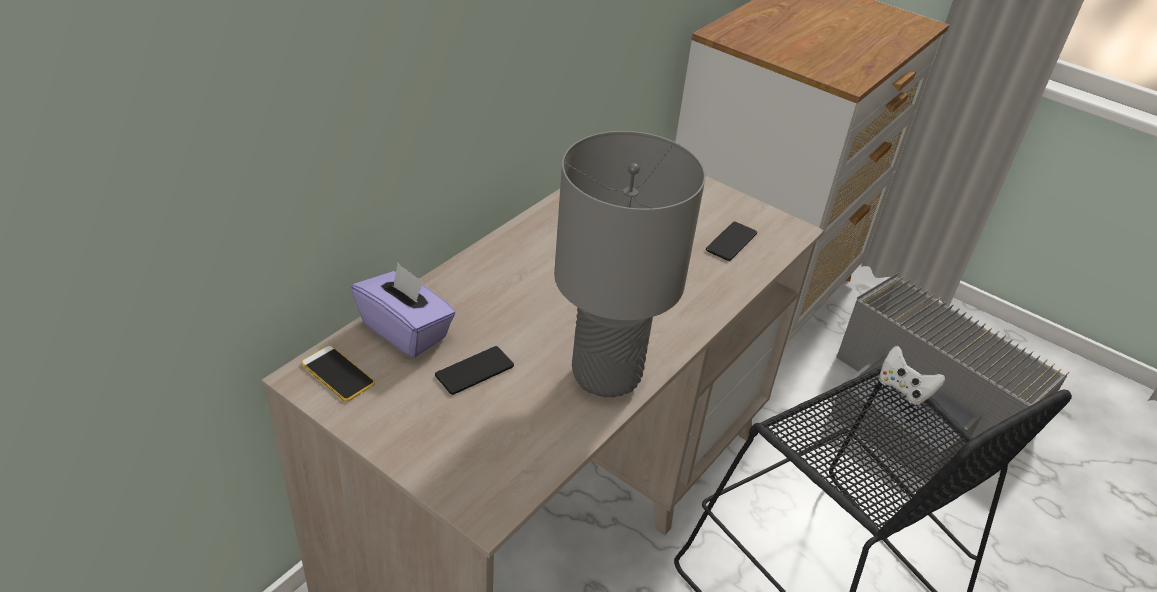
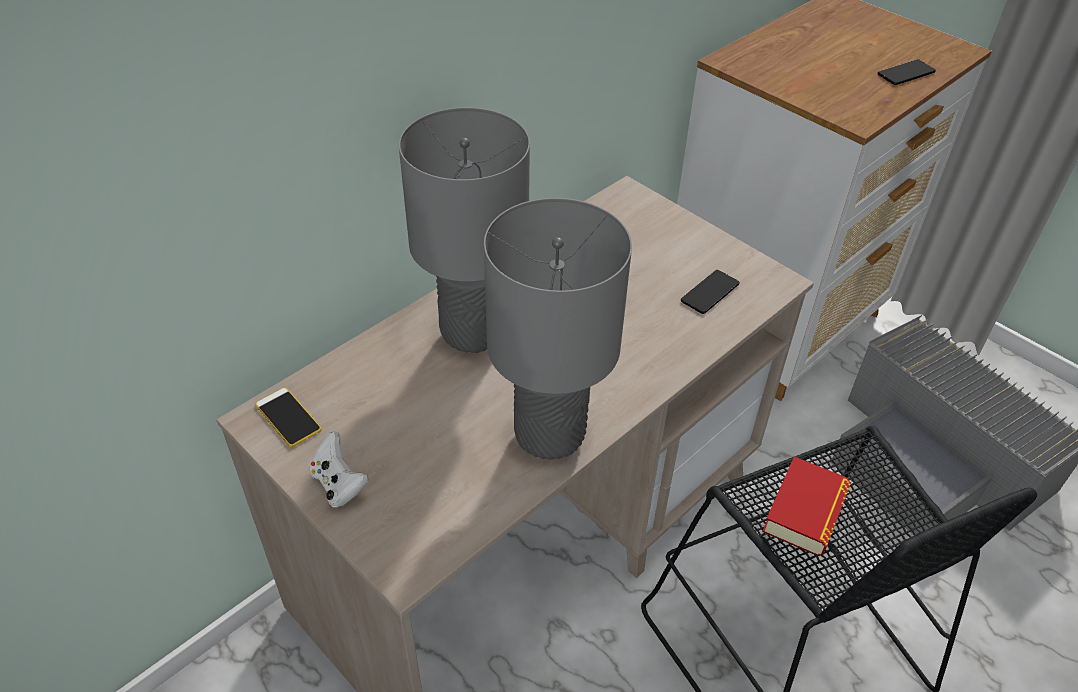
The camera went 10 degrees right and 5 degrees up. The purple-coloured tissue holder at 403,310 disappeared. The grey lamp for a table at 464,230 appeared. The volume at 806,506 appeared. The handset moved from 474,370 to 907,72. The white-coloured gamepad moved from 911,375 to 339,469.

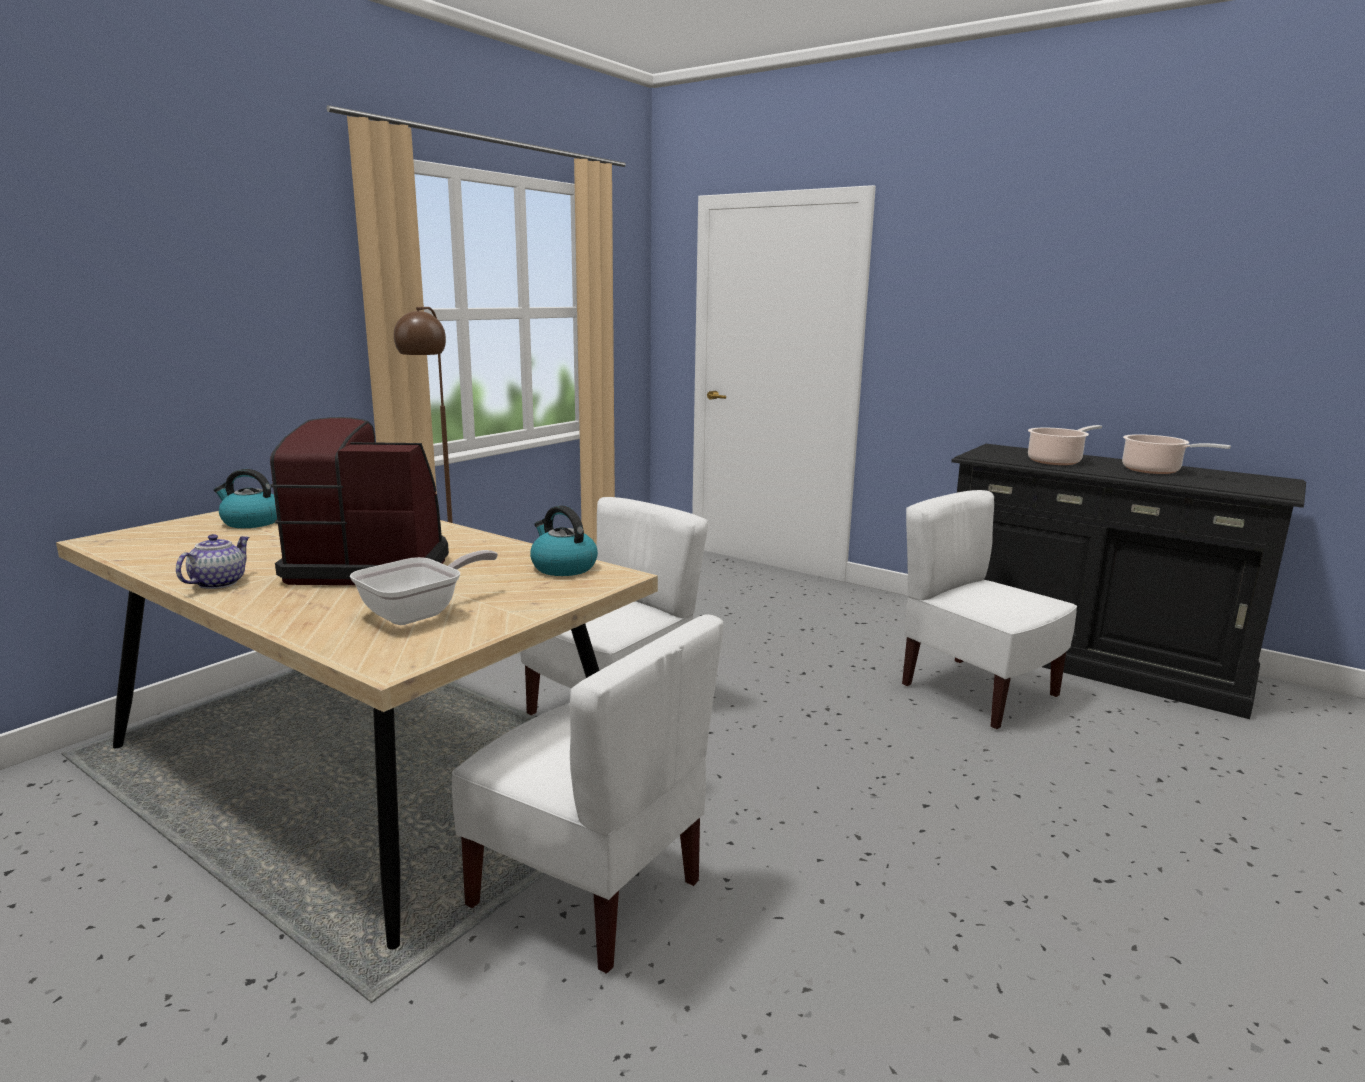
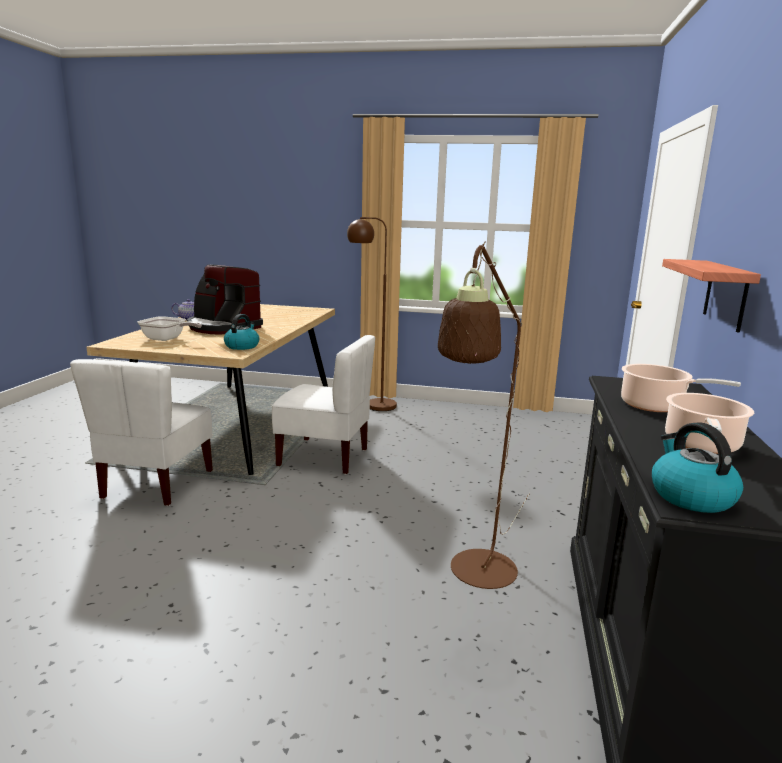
The camera went 65 degrees right and 0 degrees up. The shelf at 711,296 appeared. The water kettle moved from 245,498 to 697,467. The white-coloured upright chair at 989,610 was replaced by the brownish floor lamp at 484,415. The coffee maker at 359,501 turned 150 degrees clockwise.

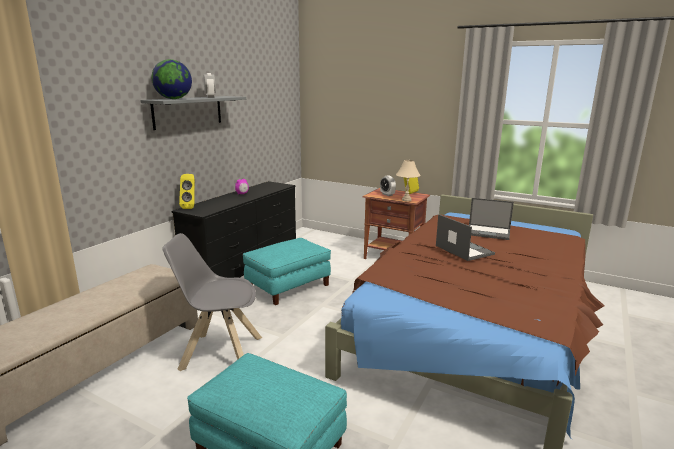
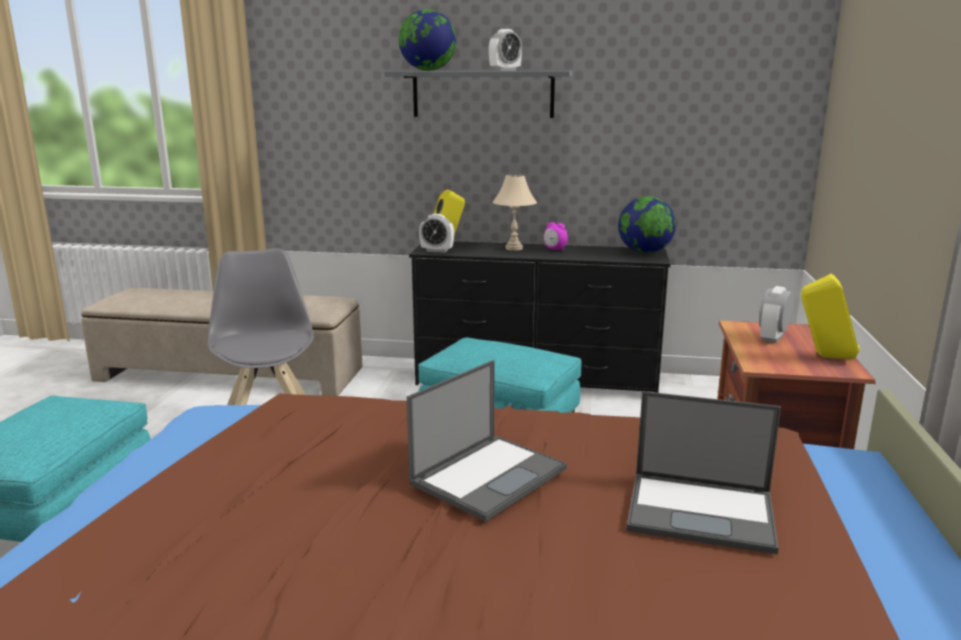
The camera went 70 degrees right and 0 degrees up. The alarm clock at 436,233 appeared. The desk globe at 647,224 appeared. The beige-coloured lamp for a table moved from 408,180 to 515,213. The notebook computer at 491,219 turned 75 degrees counterclockwise.

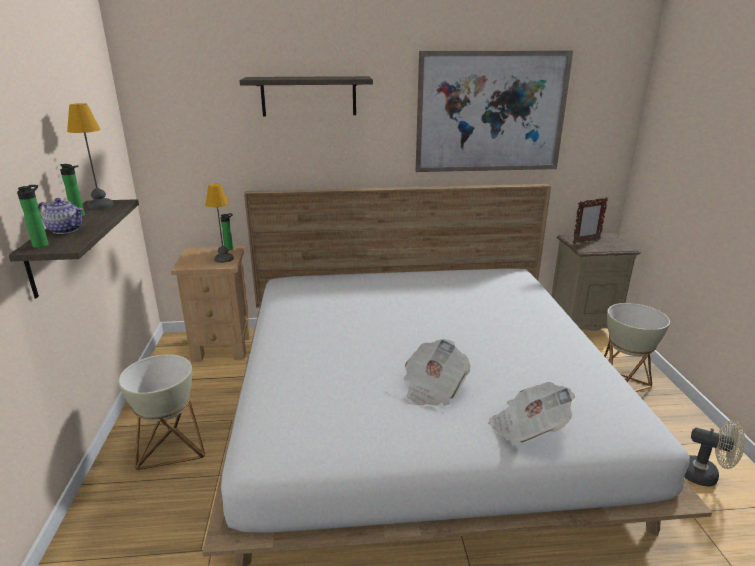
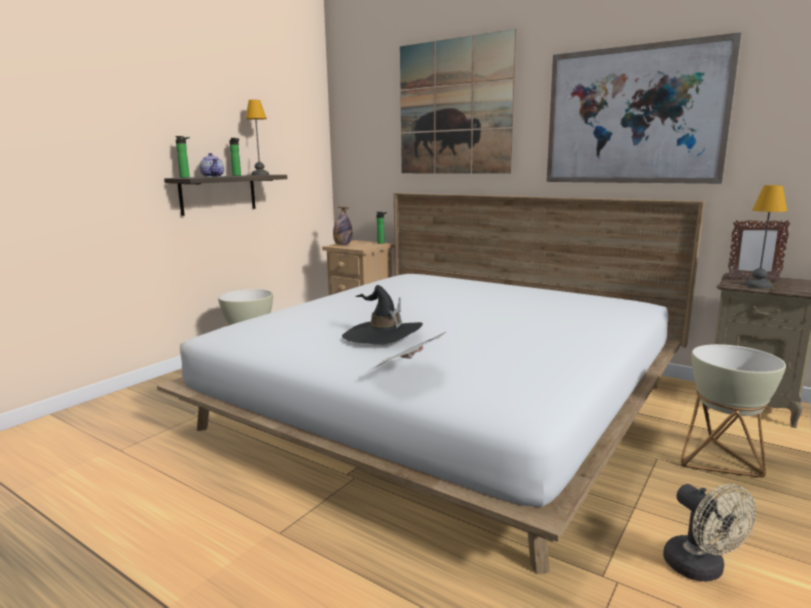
The camera went 40 degrees right and 10 degrees down. The bottle at 342,226 appeared. The lamp for a table moved from 219,223 to 765,236. The shelf at 306,96 was replaced by the wall picture at 458,101. The daily paper at 437,372 was replaced by the black-coloured hat at 382,315.

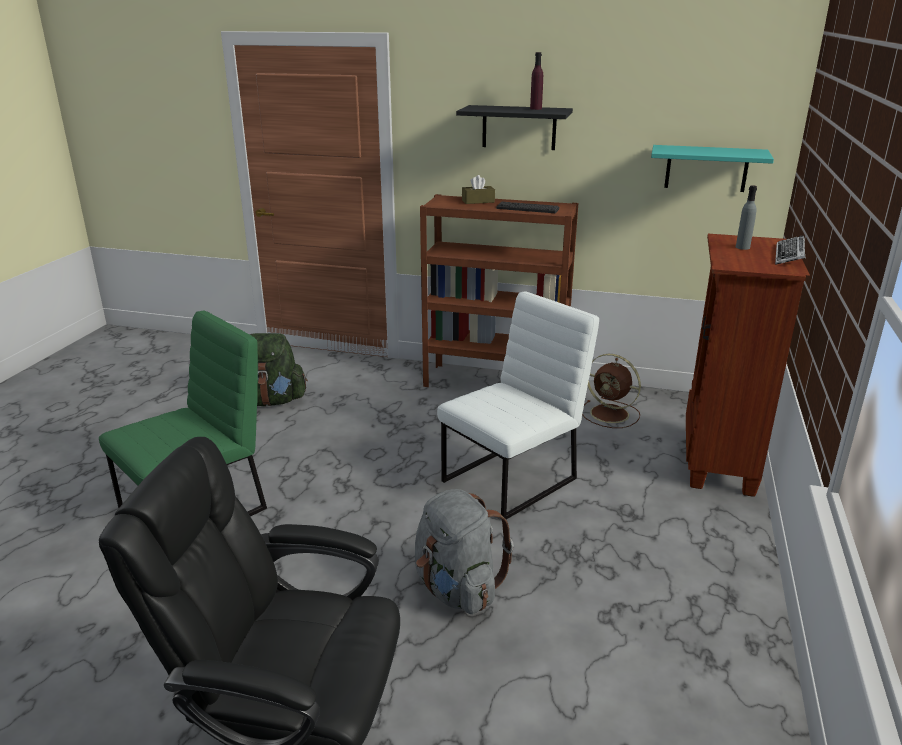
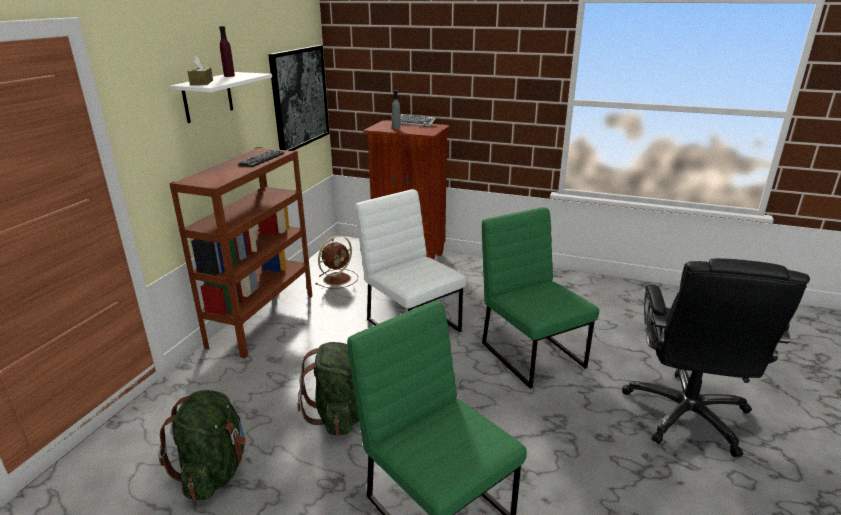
The camera went 85 degrees left and 0 degrees up. The green-coloured knapsack at 328,389 appeared. The brownish tissue holder moved from 478,189 to 200,71. The grey knapsack at 464,551 was replaced by the green-coloured upright chair at 540,298. The turquoise shelf at 712,168 was replaced by the wall picture at 299,98. The black-coloured shelf at 514,127 became the white-coloured shelf at 221,97.

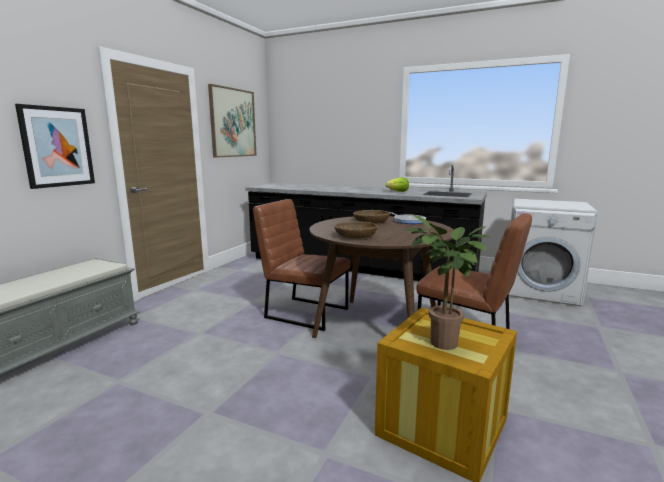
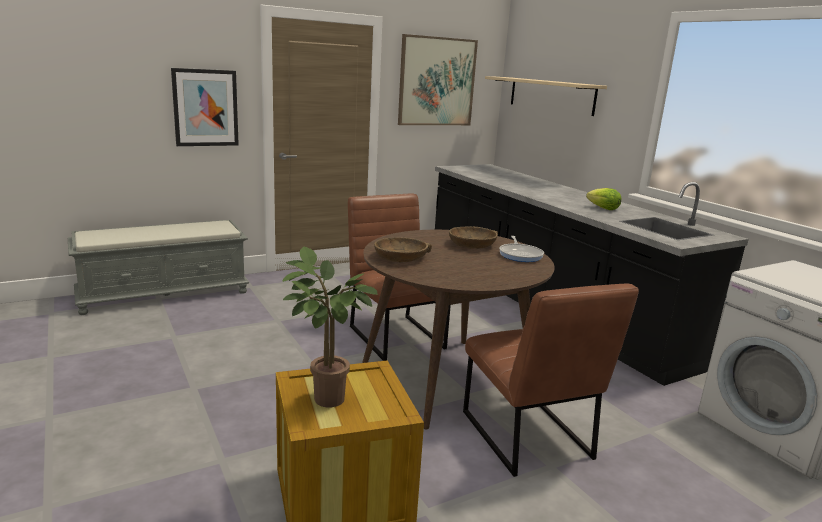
The camera went 35 degrees right and 5 degrees up. The beige-coloured shelf at 546,96 appeared.

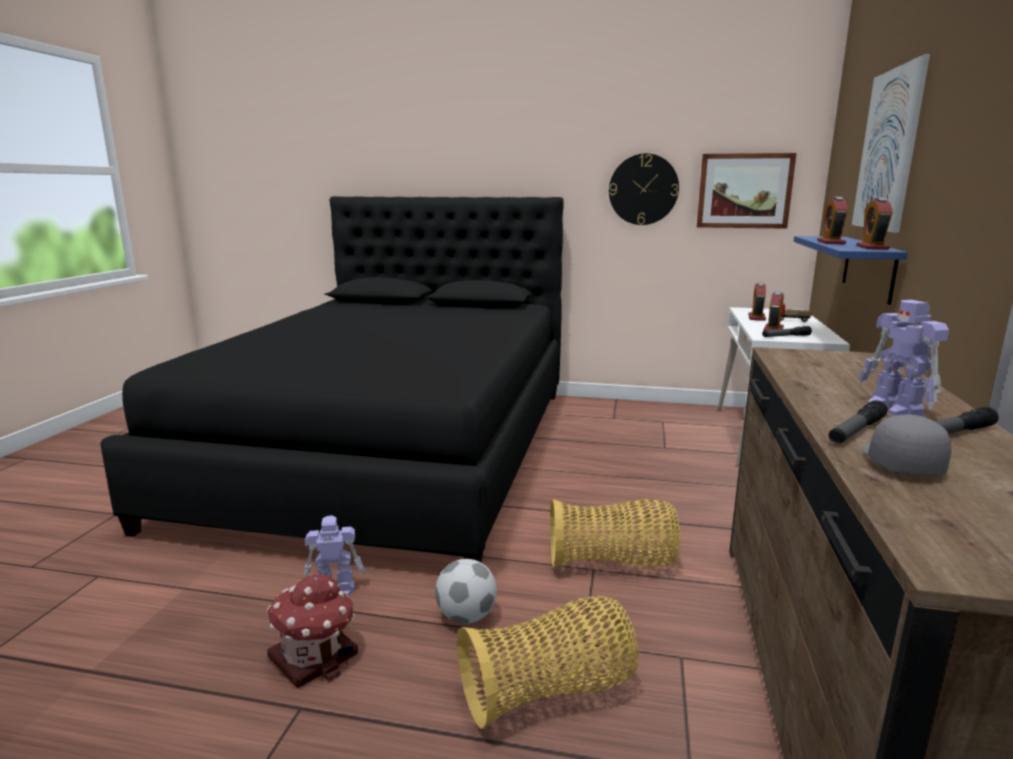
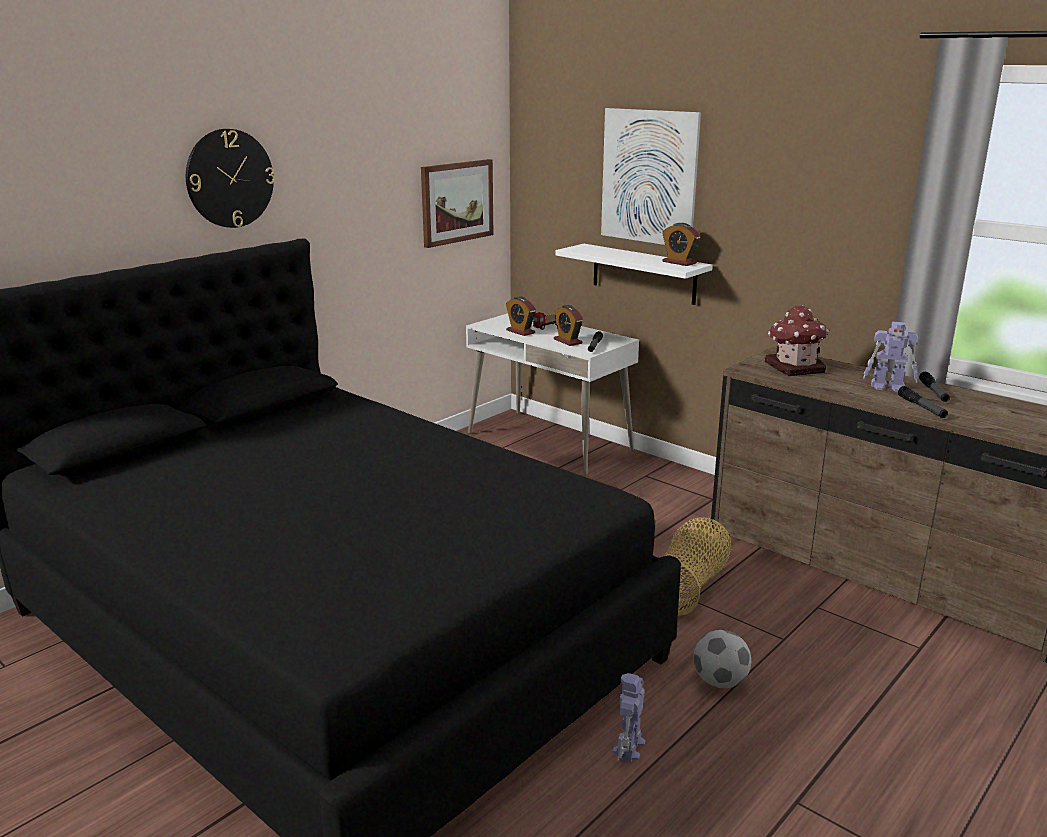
The camera went 60 degrees left and 5 degrees up. The household basket at 548,662 disappeared. The alarm clock at 832,220 disappeared. The grey baseball cap at 906,445 disappeared. The model house moved from 312,631 to 797,340. The hanging clock moved from 644,189 to 230,178. The bluish shelf at 850,270 became the white-coloured shelf at 634,274.

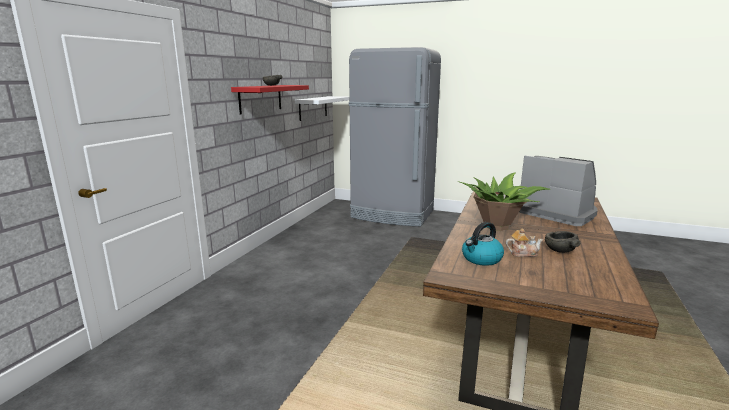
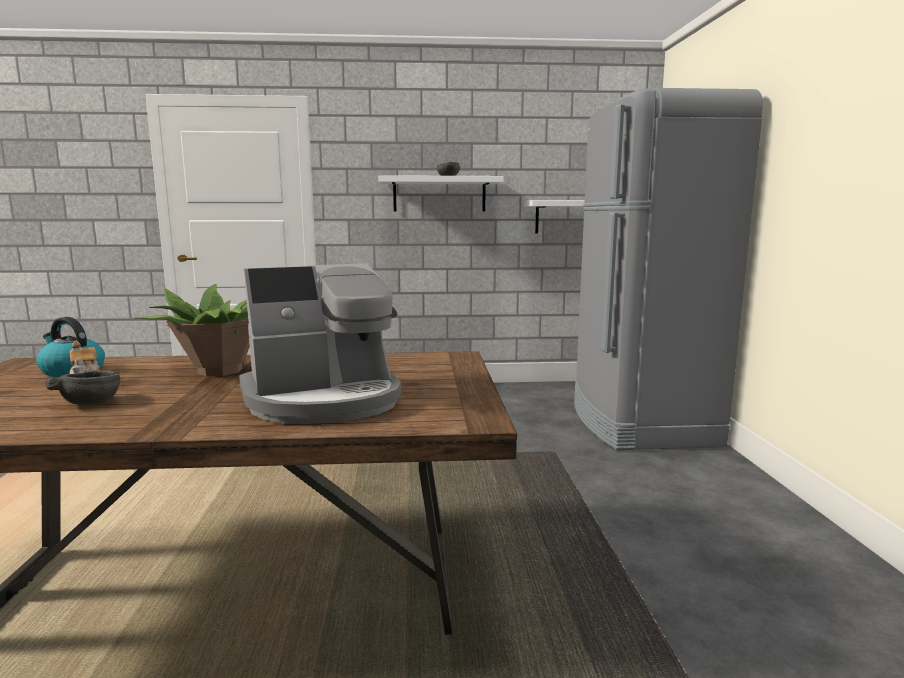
The camera went 65 degrees right and 5 degrees down. The red-coloured shelf at 270,99 became the white-coloured shelf at 441,193. The coffee maker at 558,191 turned 45 degrees clockwise.

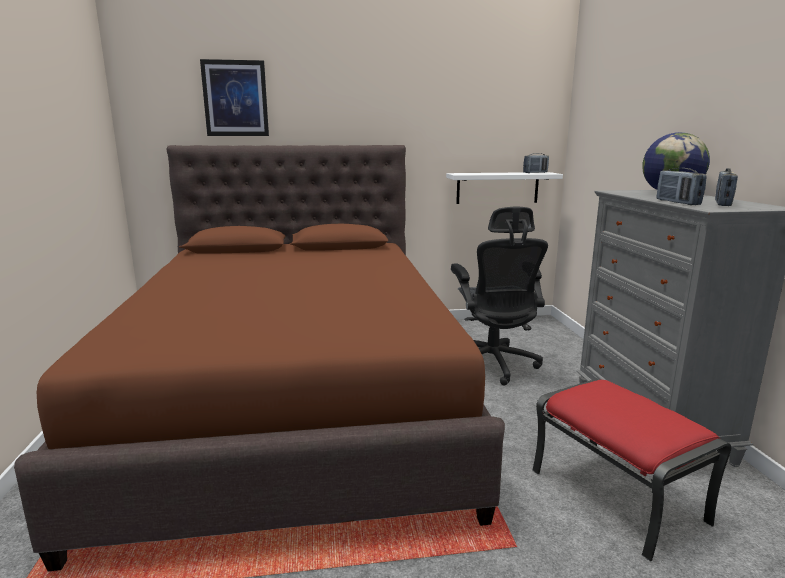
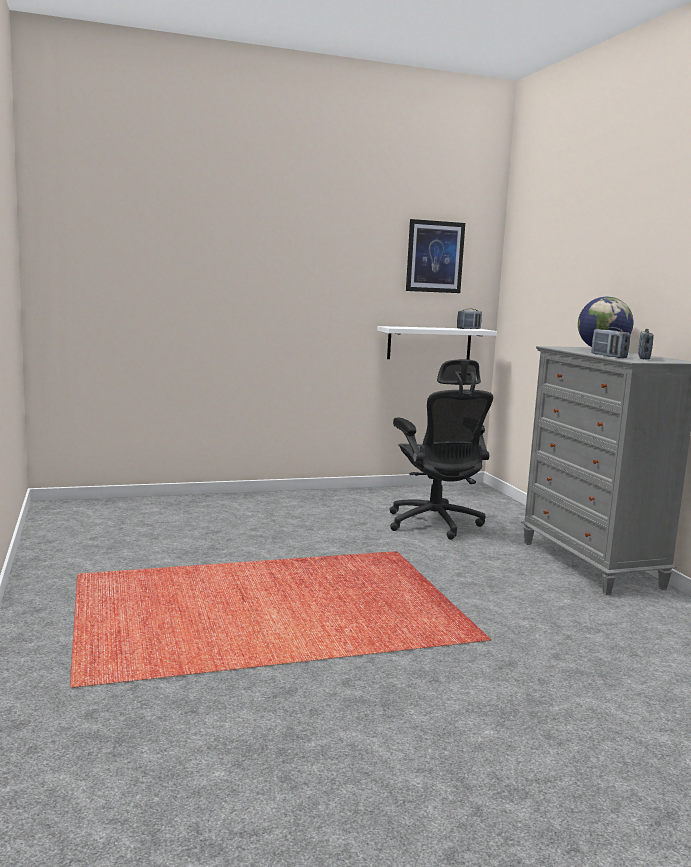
The camera went 10 degrees left and 5 degrees down. The brownish sleeping bed at 259,358 disappeared. The red-coloured pouffe at 631,470 disappeared. The wall picture moved from 234,97 to 435,256.

